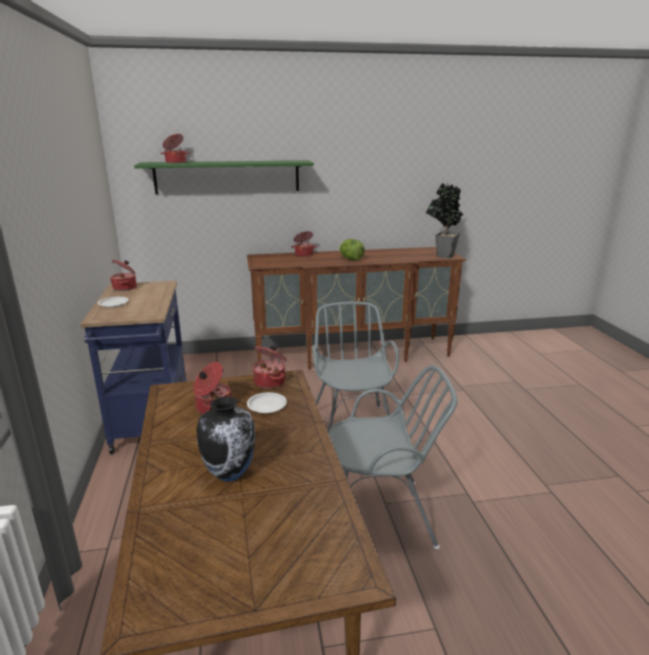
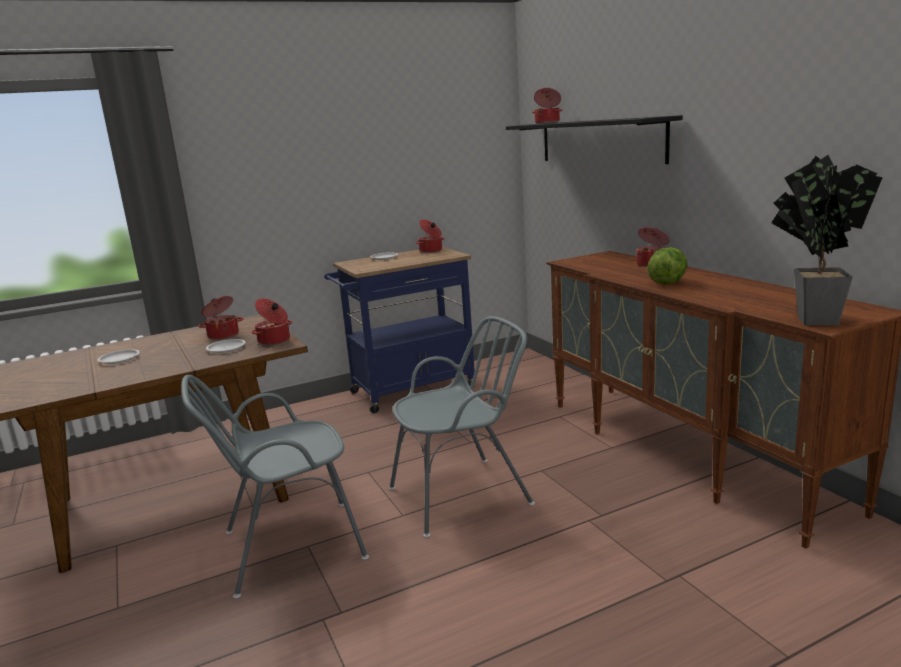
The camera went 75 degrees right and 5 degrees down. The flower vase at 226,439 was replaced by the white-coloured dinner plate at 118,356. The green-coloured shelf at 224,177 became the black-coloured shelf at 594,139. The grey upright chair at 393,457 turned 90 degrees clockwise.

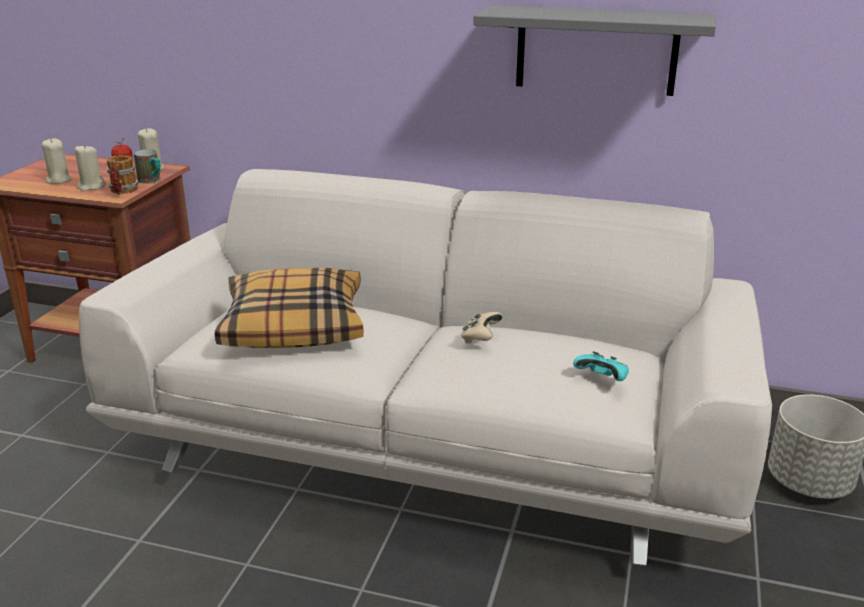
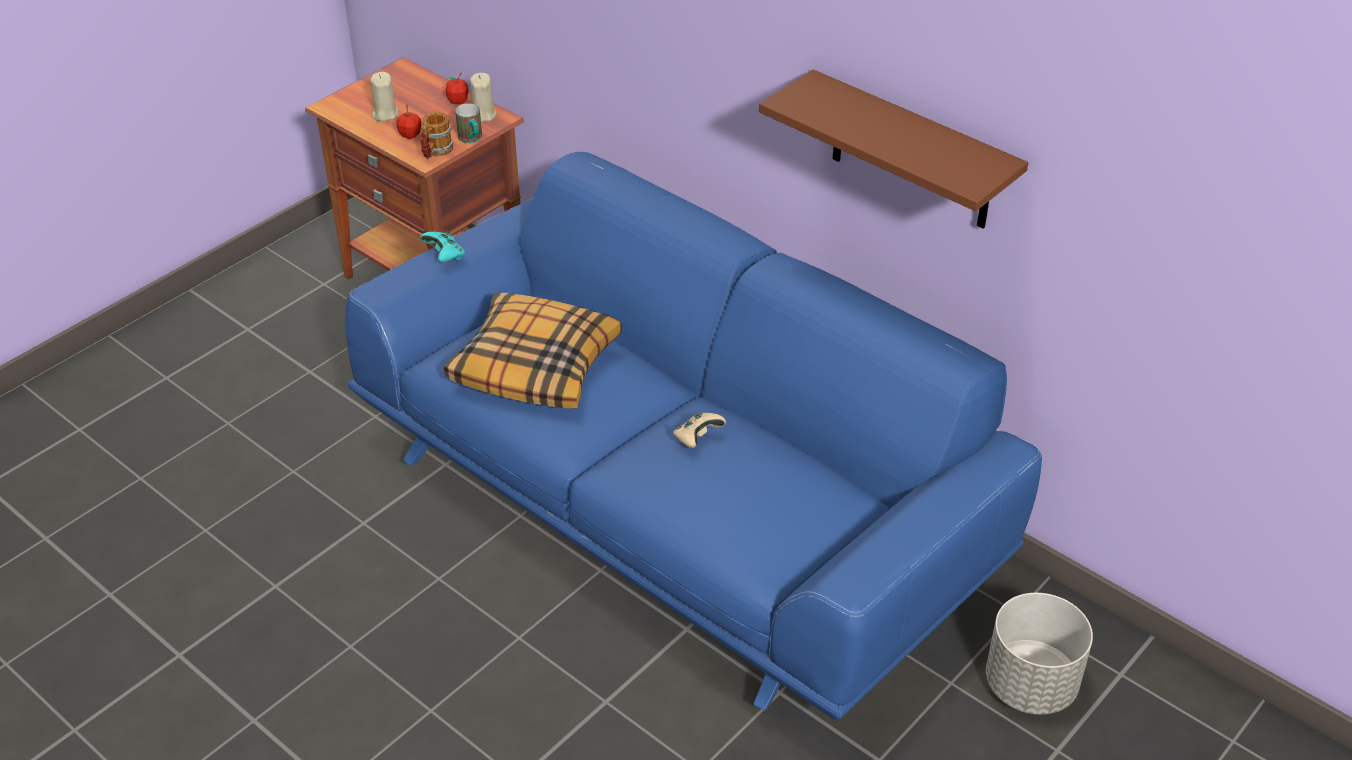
The camera went 25 degrees right and 15 degrees up. The turquoise gamepad moved from 601,366 to 442,246. The beige-coloured wax light at 90,167 was replaced by the whole apple at 408,122. The white-coloured couch at 425,367 became the bluish couch at 694,435. The grey shelf at 594,50 became the brownish shelf at 893,149.

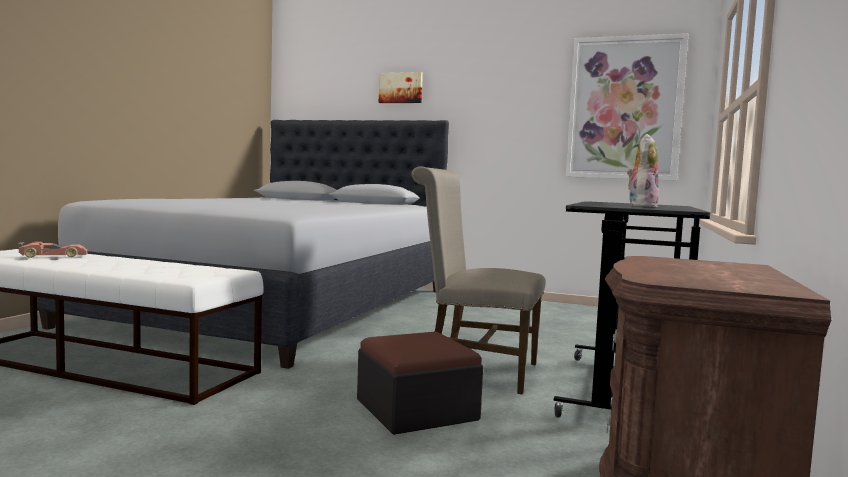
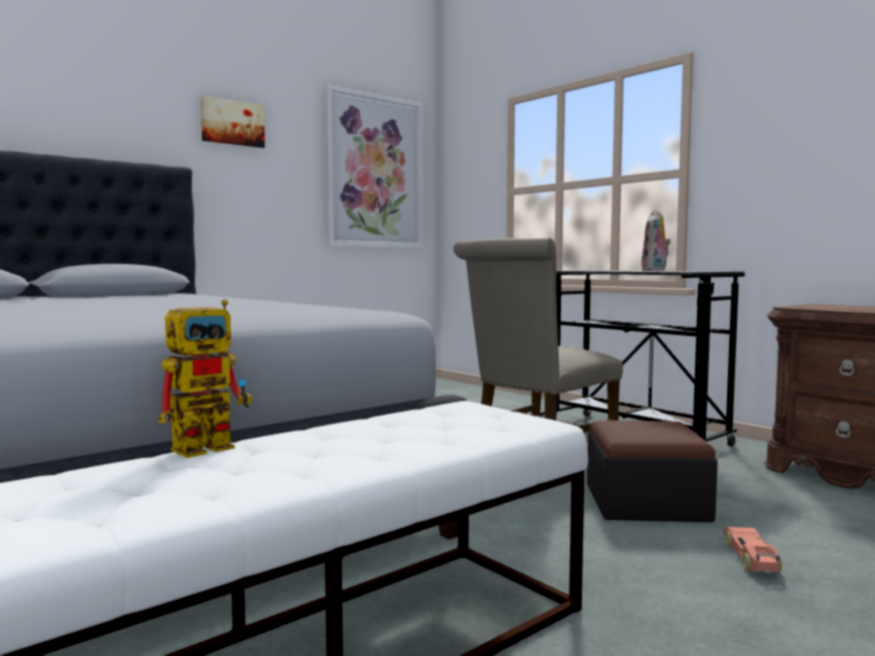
The camera went 60 degrees left and 0 degrees up. The model robot at 205,378 appeared. The miniature car moved from 53,250 to 752,550. The wall picture moved from 401,87 to 233,122. The soft toy at 643,170 turned 120 degrees counterclockwise.

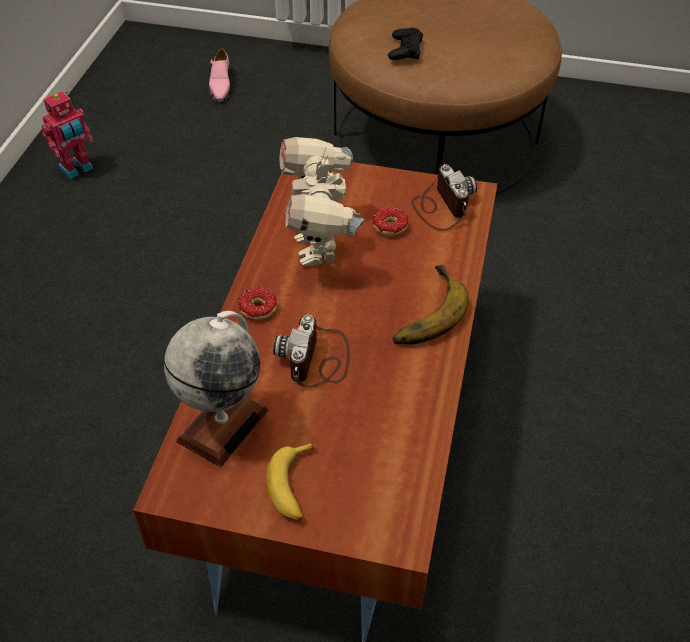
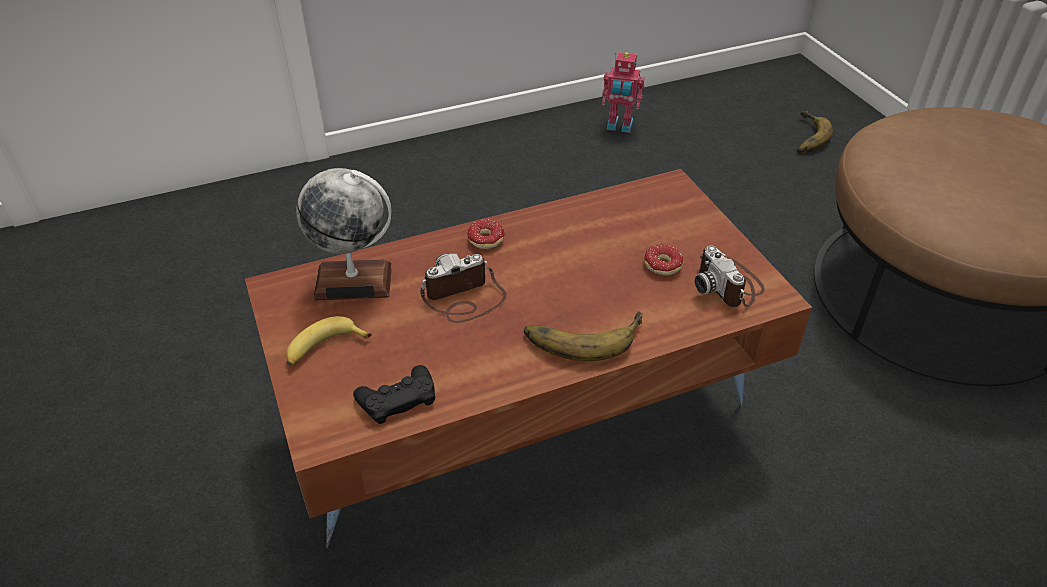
The camera went 55 degrees right and 5 degrees down. The model robot at 322,201 disappeared. The black-coloured gamepad moved from 405,44 to 394,394. The pink shoe at 220,75 was replaced by the whole banana at 815,131. The still camera at 444,197 turned 120 degrees clockwise.

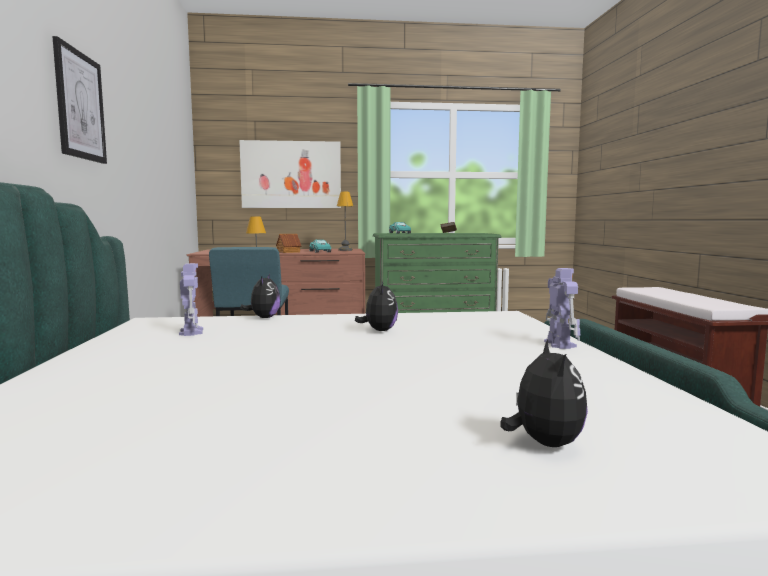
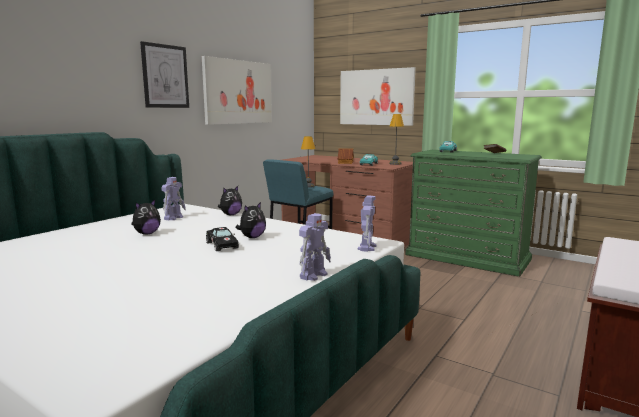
The camera went 40 degrees right and 5 degrees up. The wall picture at 237,90 appeared. The black-coloured miniature car at 222,239 appeared. The model robot at 367,223 appeared. The soft toy moved from 544,393 to 146,217.

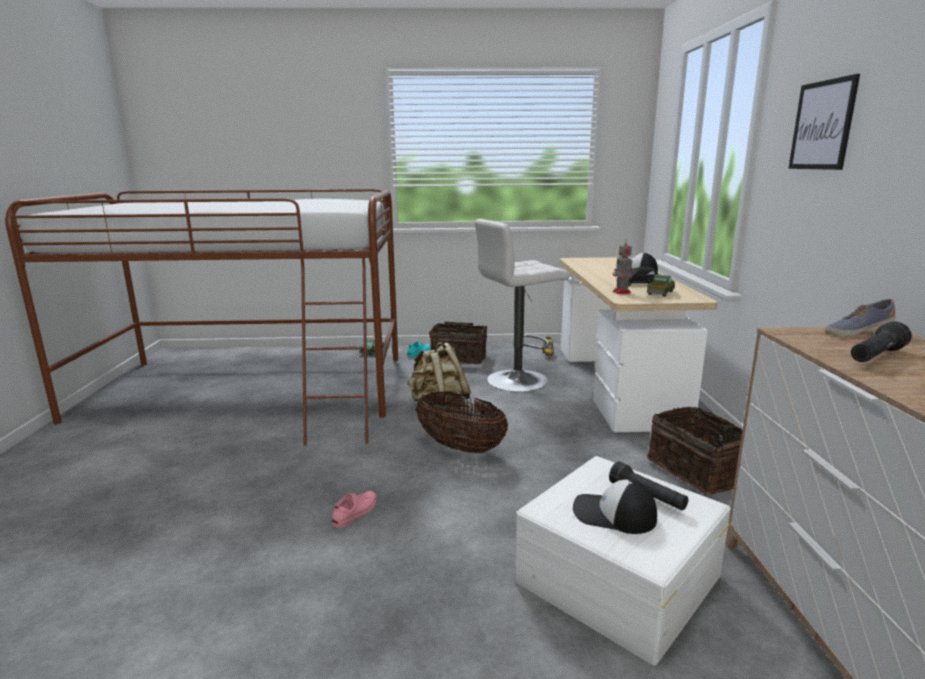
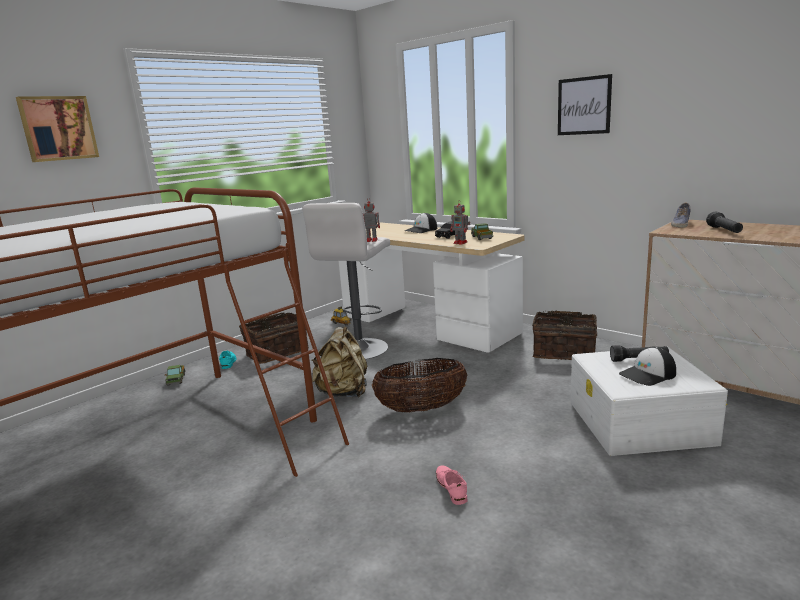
The camera went 45 degrees left and 0 degrees up. The wall picture at 57,129 appeared. The model robot at 371,219 appeared.

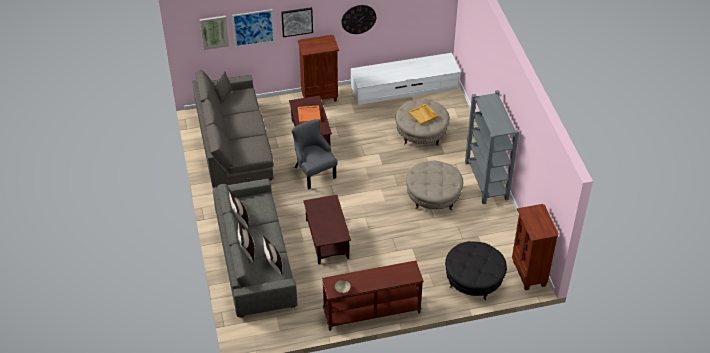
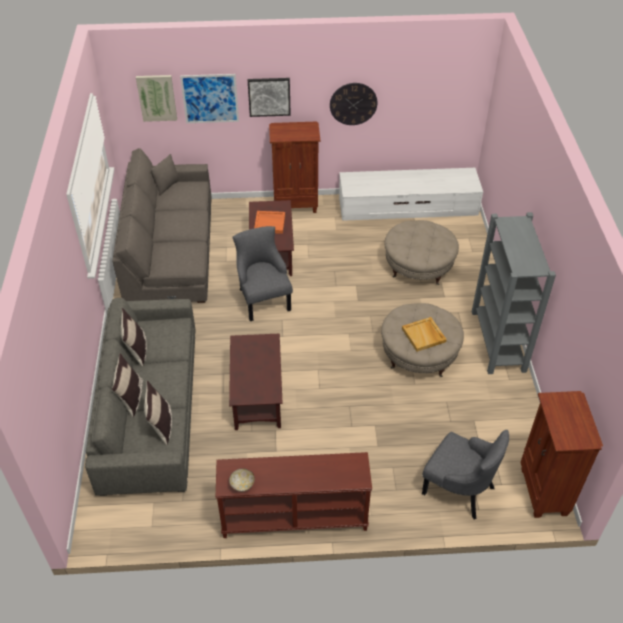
The camera went 10 degrees right and 0 degrees up. The beige-coloured carrying tray moved from 423,115 to 424,334. The black-coloured pouffe at 476,270 was replaced by the grey lounge chair at 465,475.

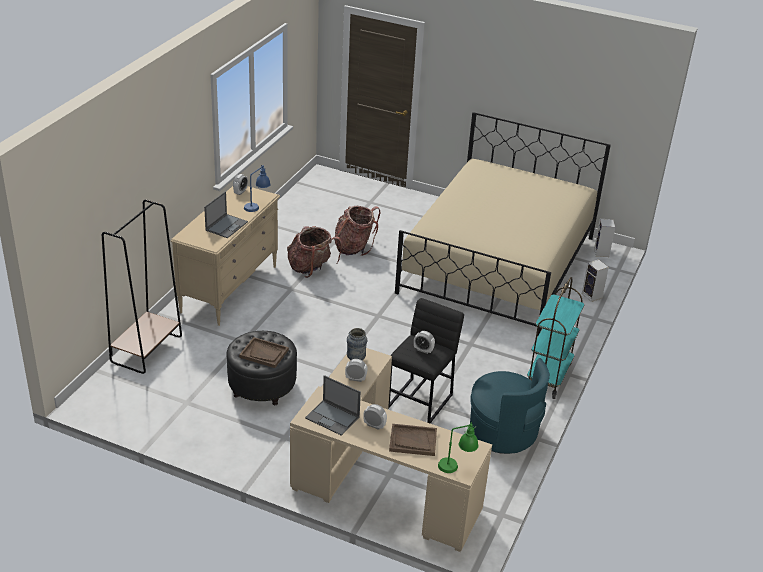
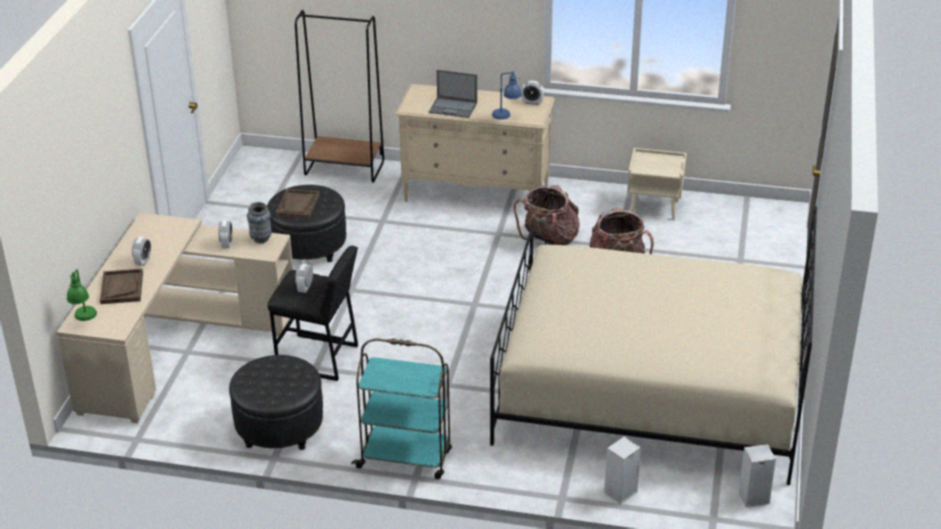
The camera went 80 degrees right and 0 degrees up. The notebook computer at 333,405 disappeared. The beige-coloured nightstand at 657,184 appeared. The turquoise lounge chair at 510,406 was replaced by the black-coloured pouffe at 276,402.

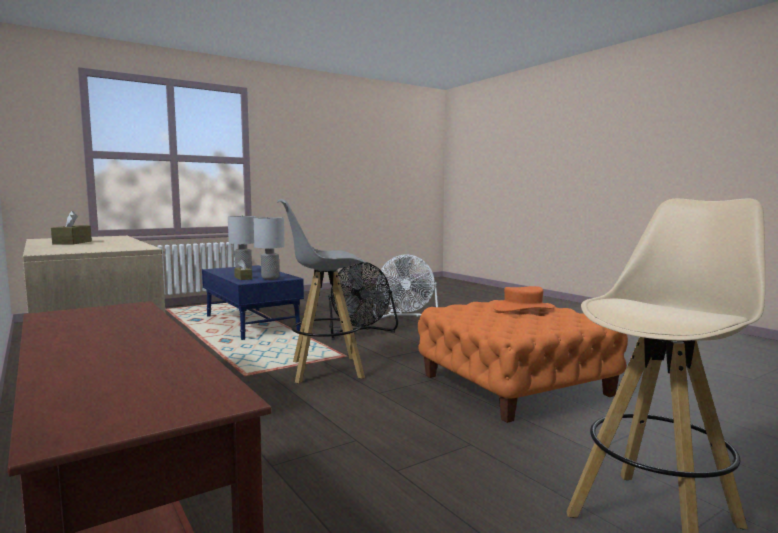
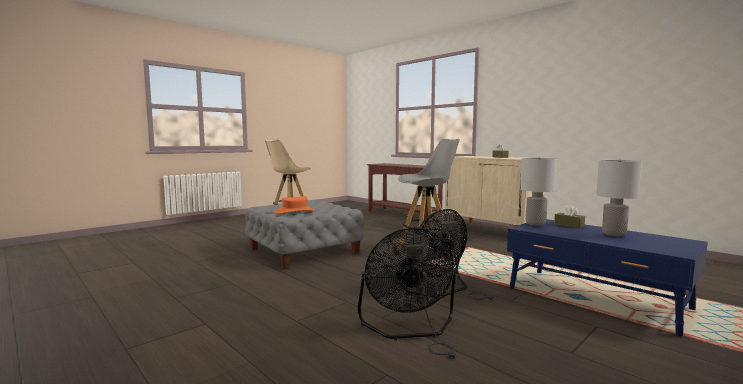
The camera went 170 degrees right and 0 degrees up. The white-coloured cooling fan at 405,287 became the black-coloured cooling fan at 408,293. The orange-coloured pouffe at 523,361 became the grey pouffe at 304,234.

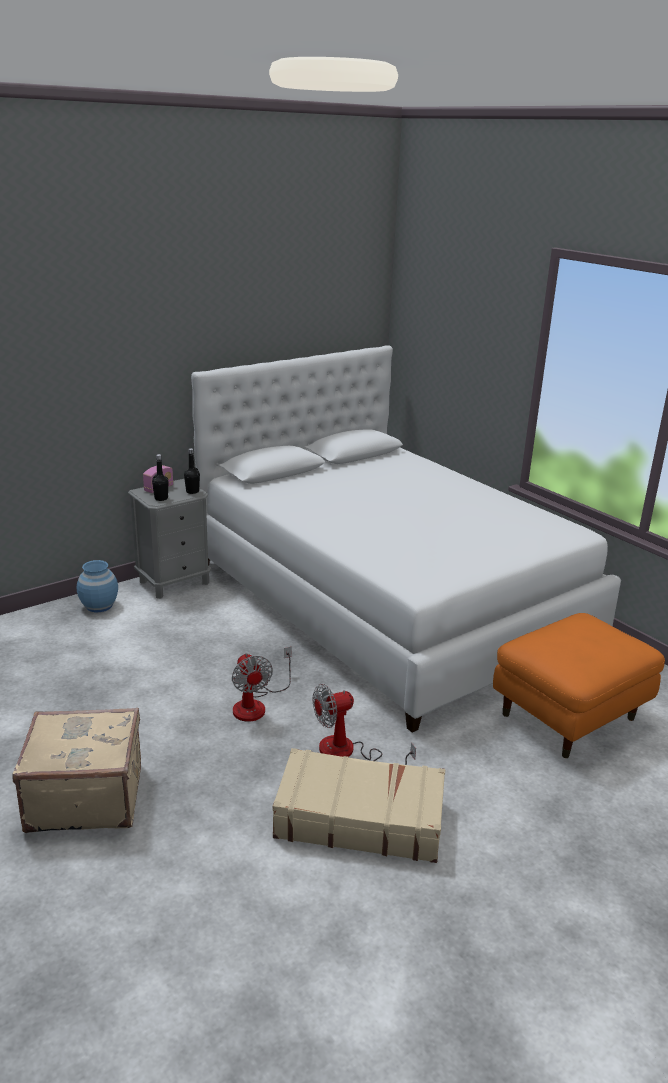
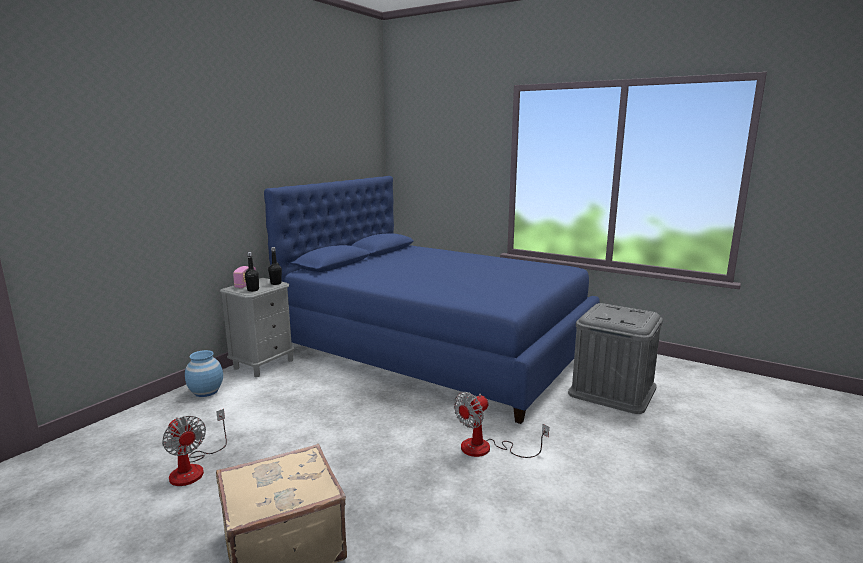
The camera went 20 degrees left and 10 degrees down. The beige-coloured piece of luggage at 359,805 disappeared. The cooling fan moved from 262,684 to 194,447. The orange-coloured pouffe at 579,685 was replaced by the grey storage container at 615,358. The white-coloured sleeping bed at 406,539 became the bluish sleeping bed at 432,300.

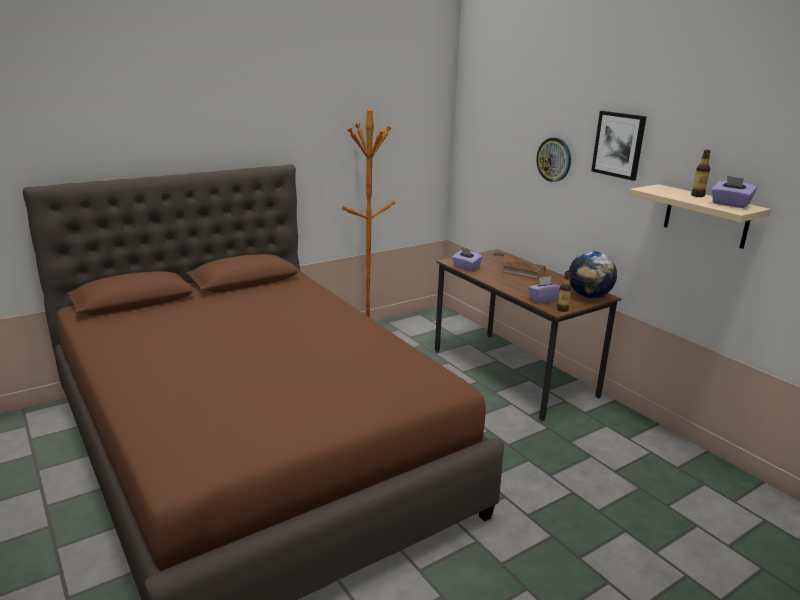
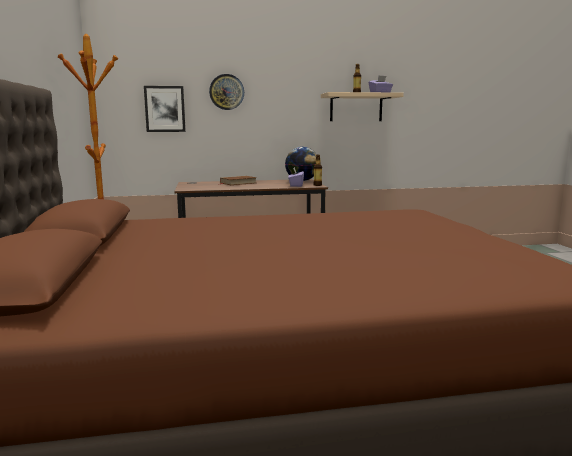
The camera went 65 degrees left and 10 degrees down. The purple-coloured tissue holder at 467,259 disappeared. The wall picture moved from 619,146 to 165,109.

